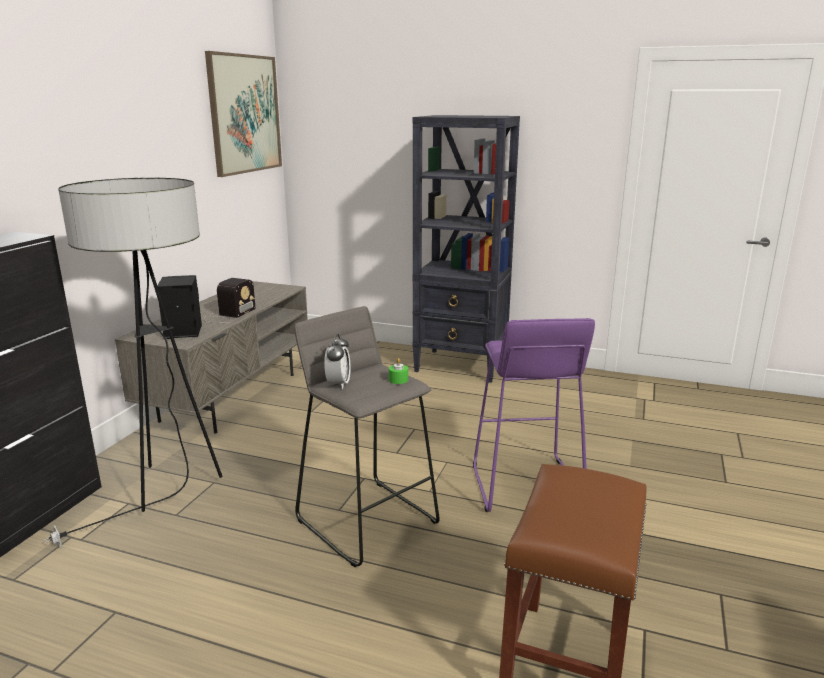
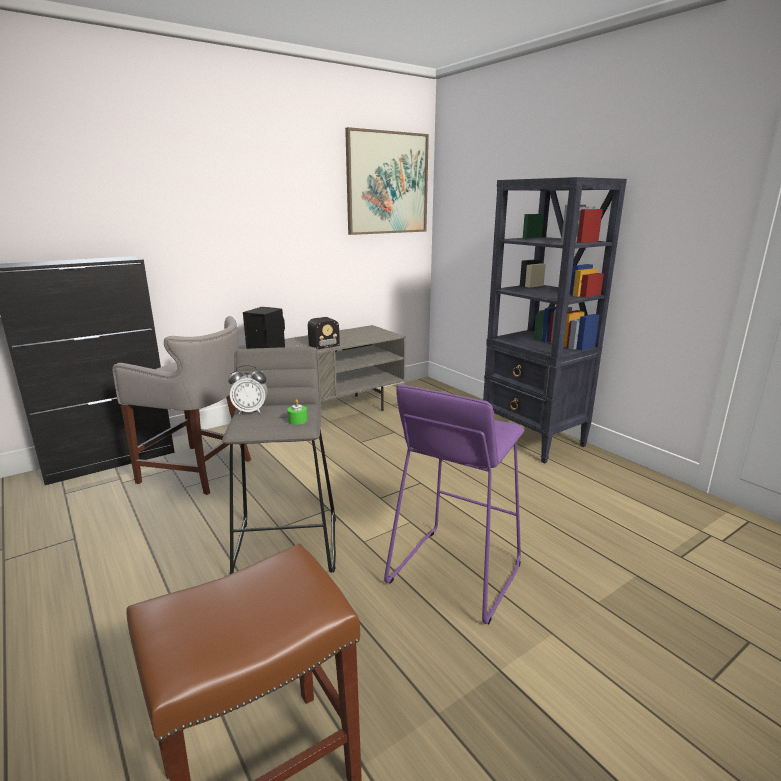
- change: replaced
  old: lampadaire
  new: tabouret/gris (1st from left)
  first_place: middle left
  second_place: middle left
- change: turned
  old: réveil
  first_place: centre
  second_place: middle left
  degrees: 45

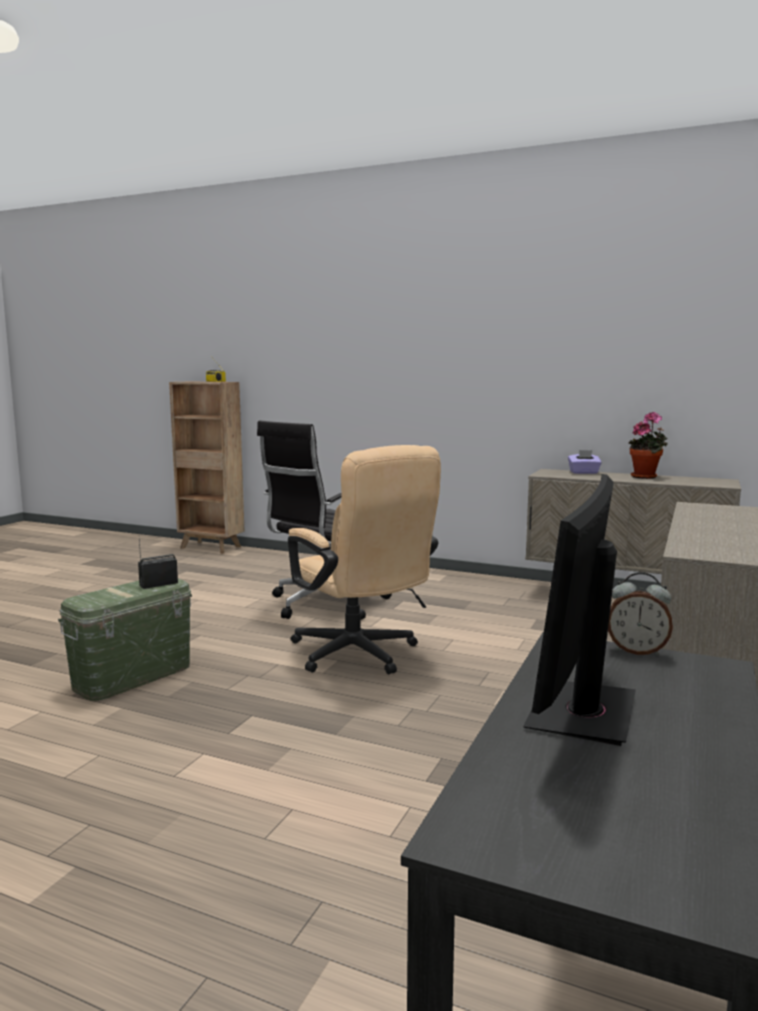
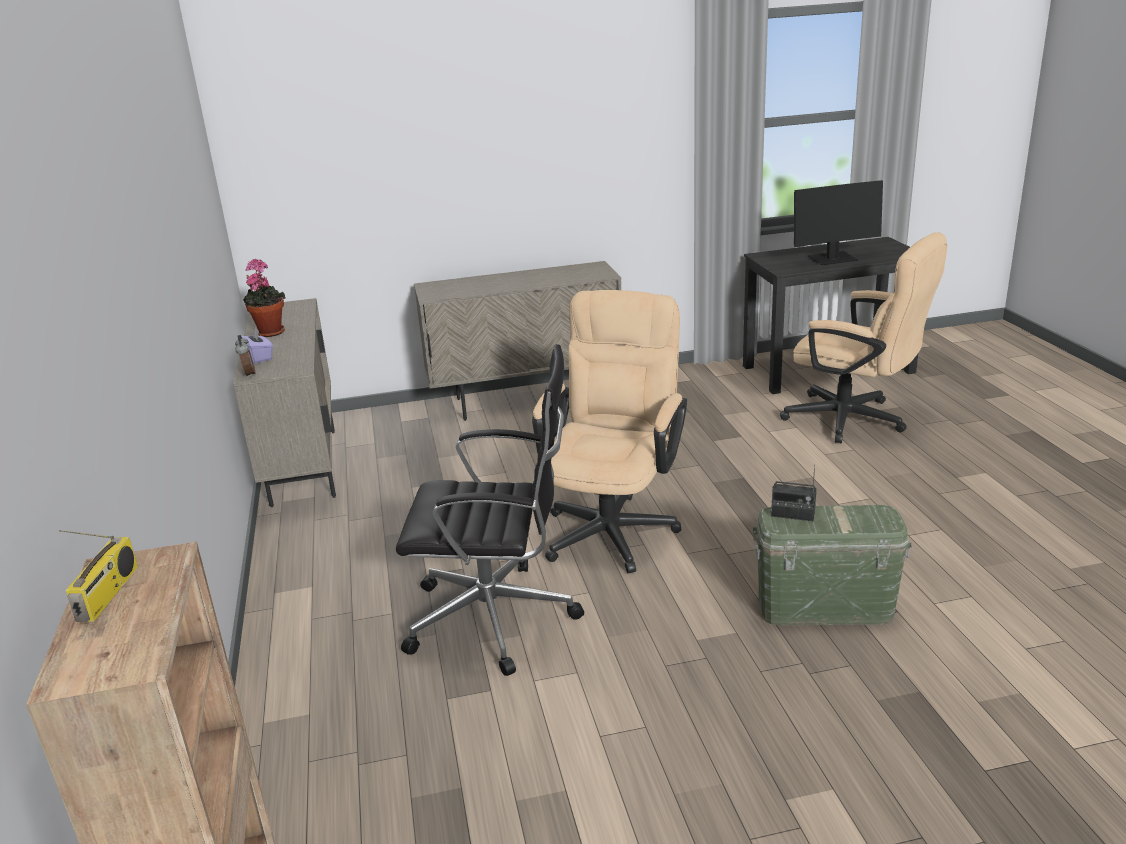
- change: moved
  old: réveil
  first_place: middle right
  second_place: middle left
- change: added
  new: chaise de bureau/beige (2nd from left)
  second_place: middle right

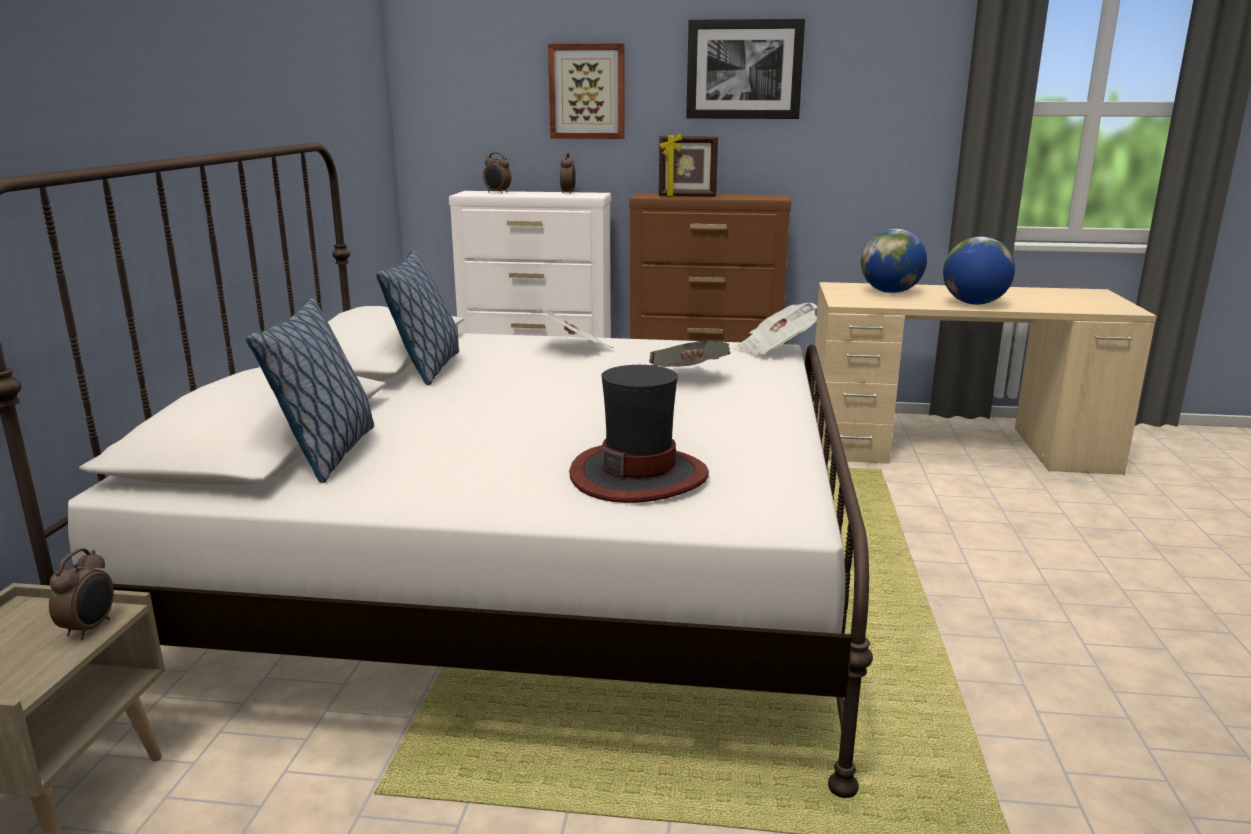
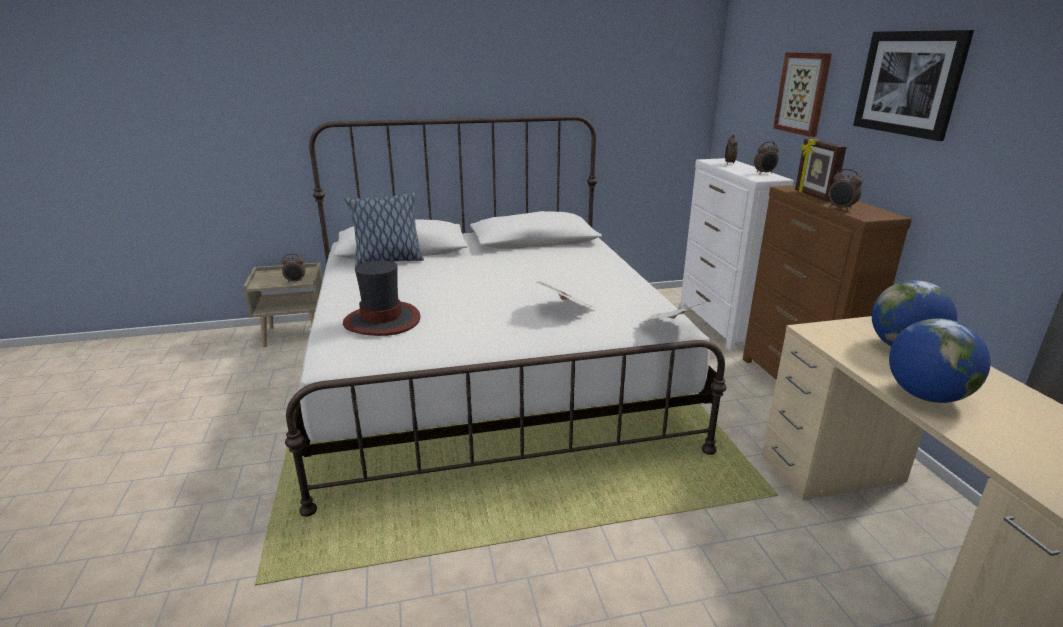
- change: added
  new: réveil (4th from left)
  second_place: top right
- change: removed
  old: coussin (2nd from left)
  first_place: centre
- change: removed
  old: journal (1st from left)
  first_place: centre

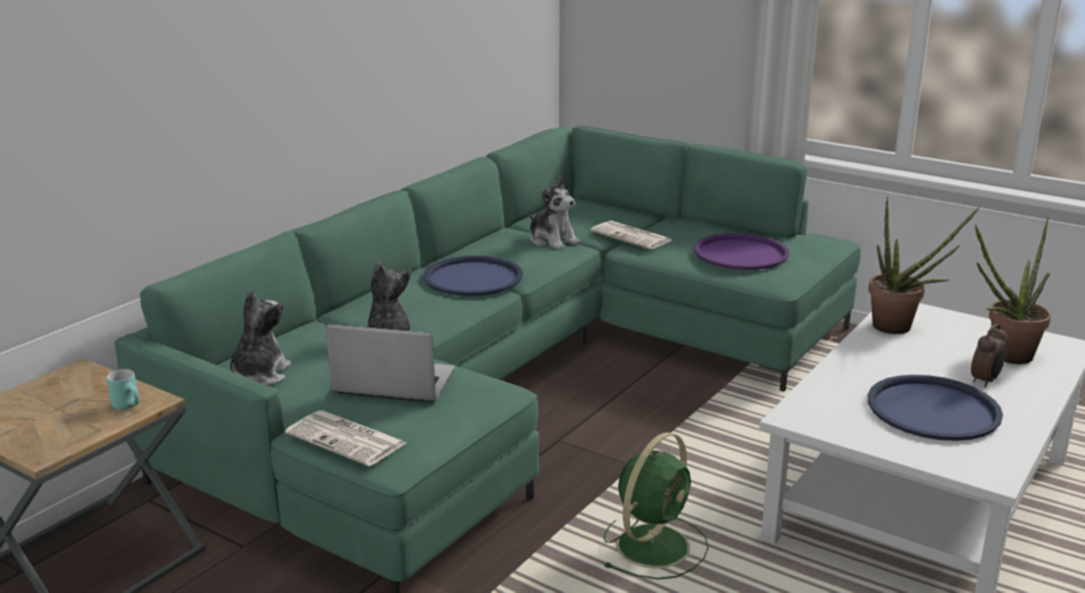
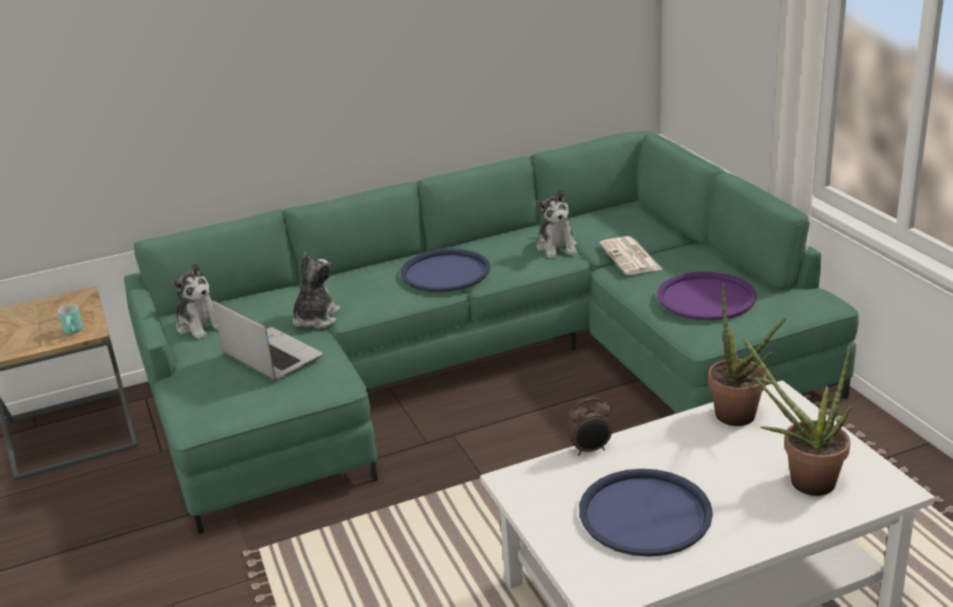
- change: turned
  old: peluche (1st from left)
  first_place: middle left
  second_place: middle left
  degrees: 90
- change: moved
  old: réveil
  first_place: middle right
  second_place: bottom centre
- change: removed
  old: journal (1st from left)
  first_place: bottom left
- change: removed
  old: ventilateur/vert
  first_place: bottom centre

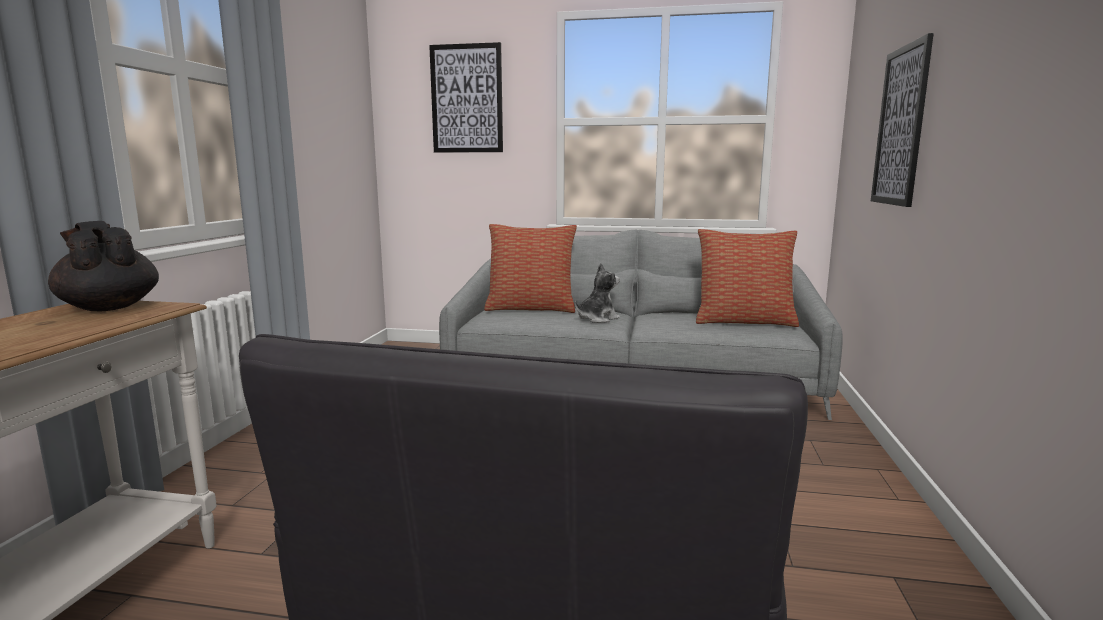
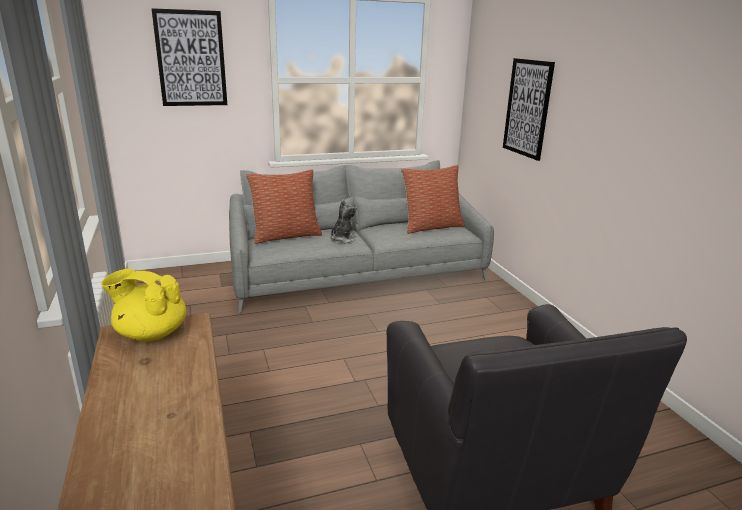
- change: recoloured
  old: théière/noir
  new: théière/jaune
  first_place: middle left
  second_place: middle left

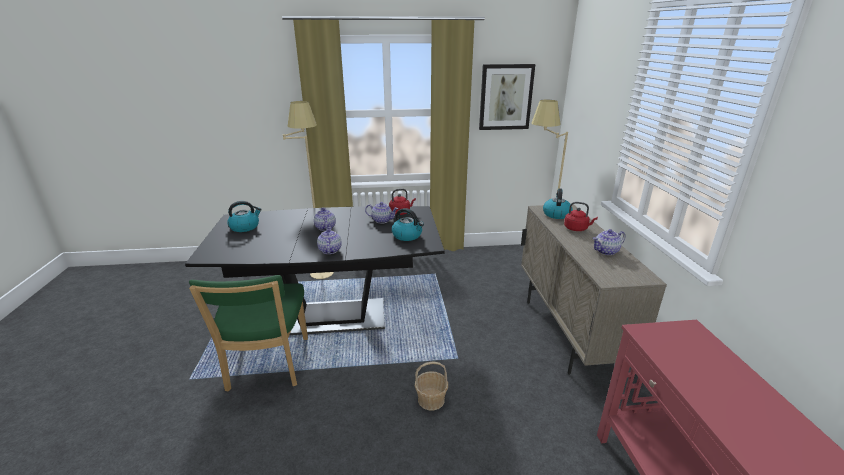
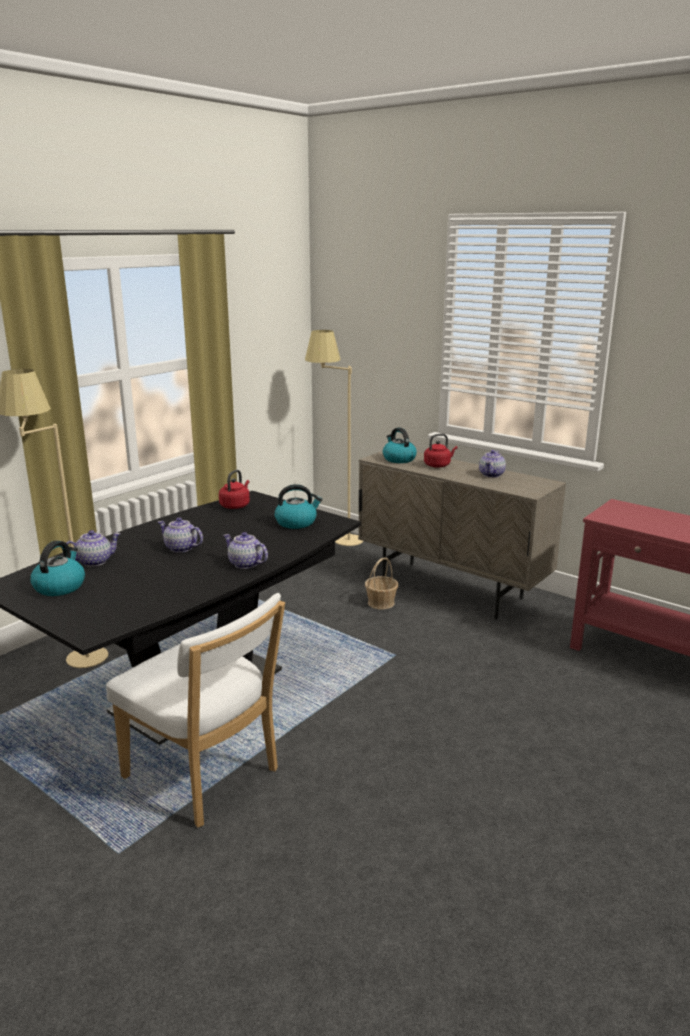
- change: moved
  old: théière (3rd from left in the first image)
  new: théière (1st from left)
  first_place: centre
  second_place: middle left
- change: recoloured
  old: chaise/vert
  new: chaise/blanc
  first_place: bottom left
  second_place: bottom left
- change: moved
  old: panier
  first_place: bottom centre
  second_place: centre
- change: removed
  old: tableau
  first_place: top centre

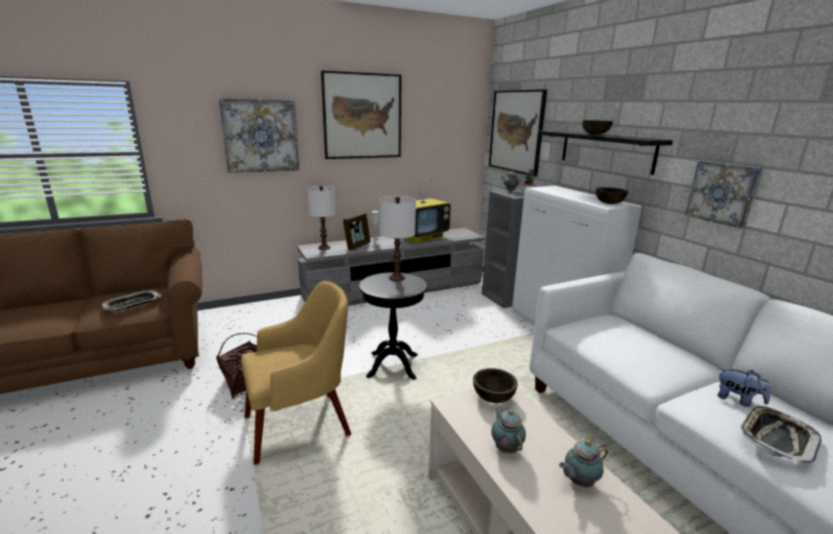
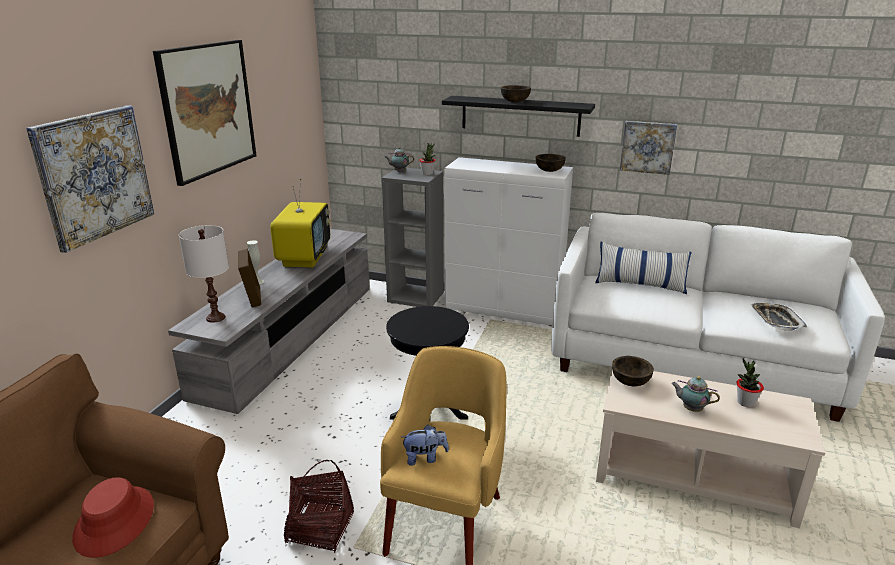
- change: replaced
  old: plateau (1st from left)
  new: chapeau/rouge
  first_place: middle left
  second_place: bottom left
- change: moved
  old: peluche
  first_place: bottom right
  second_place: bottom centre
- change: added
  new: coussin
  second_place: middle right
- change: replaced
  old: théière (3rd from left)
  new: plante en pot (2nd from left)
  first_place: bottom right
  second_place: bottom right
- change: removed
  old: lampe de table/blanc (2nd from left)
  first_place: centre
- change: removed
  old: tableau (3rd from left)
  first_place: top centre

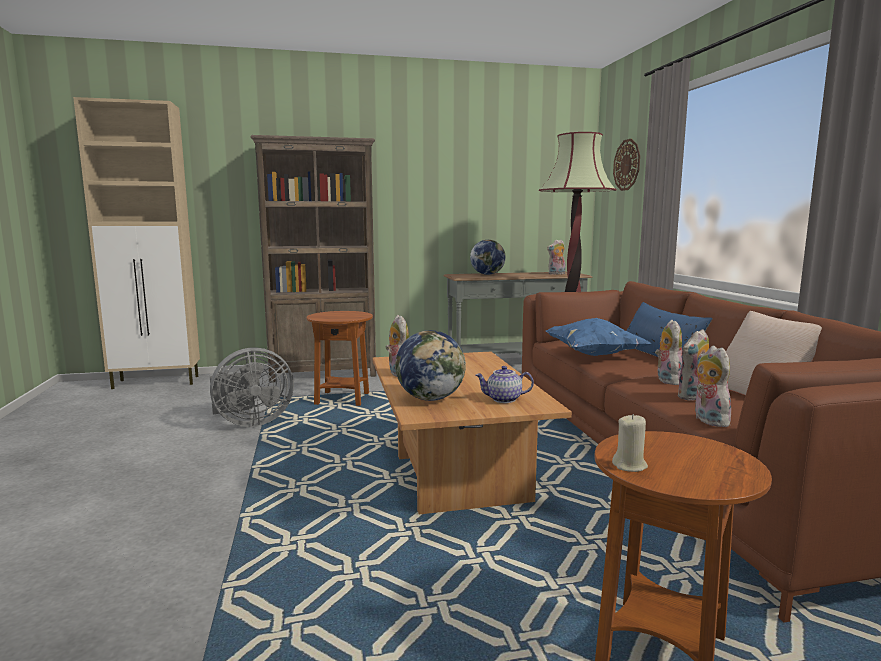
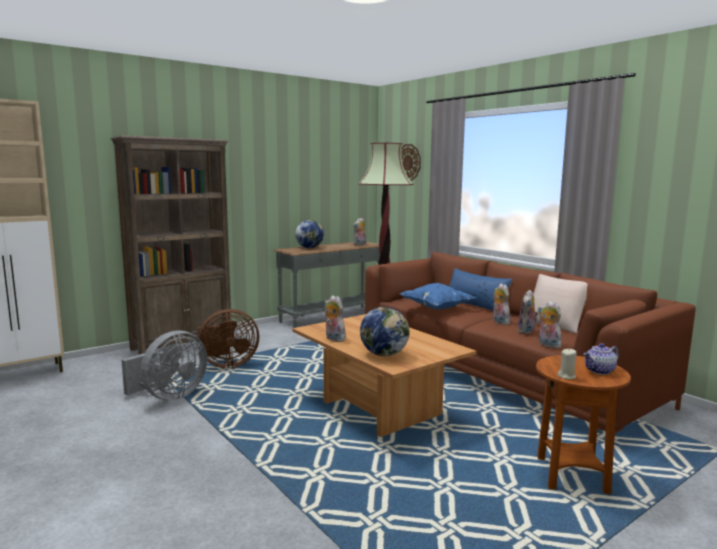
- change: replaced
  old: table d'appoint/marron (1st from left)
  new: ventilateur/marron
  first_place: centre
  second_place: middle left
- change: moved
  old: théière
  first_place: centre
  second_place: middle right

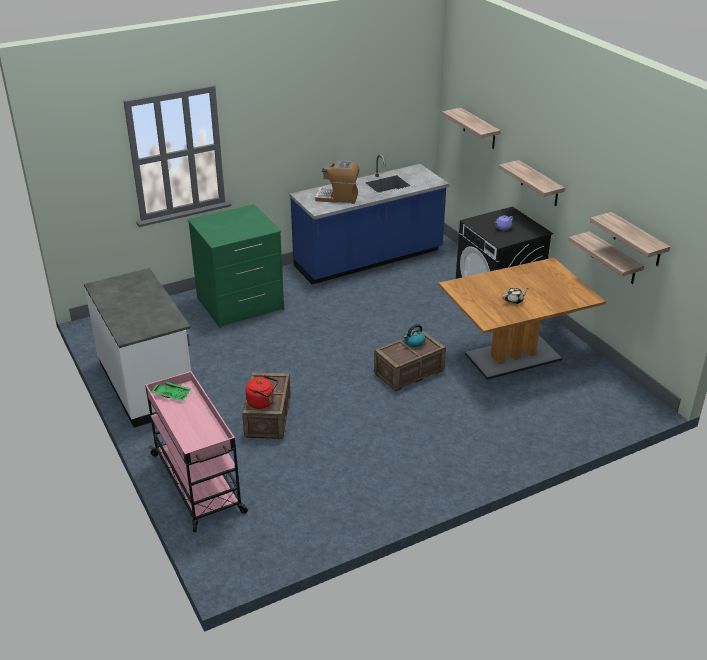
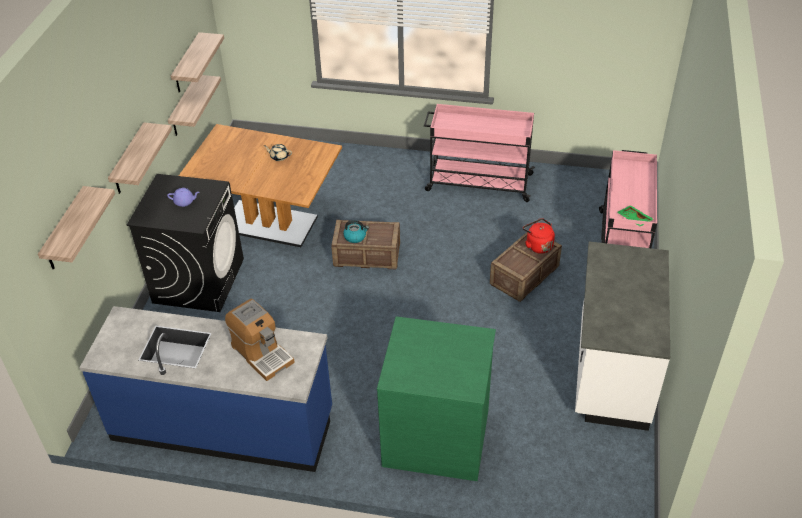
- change: added
  new: chariot/rose (1st from left)
  second_place: top centre

